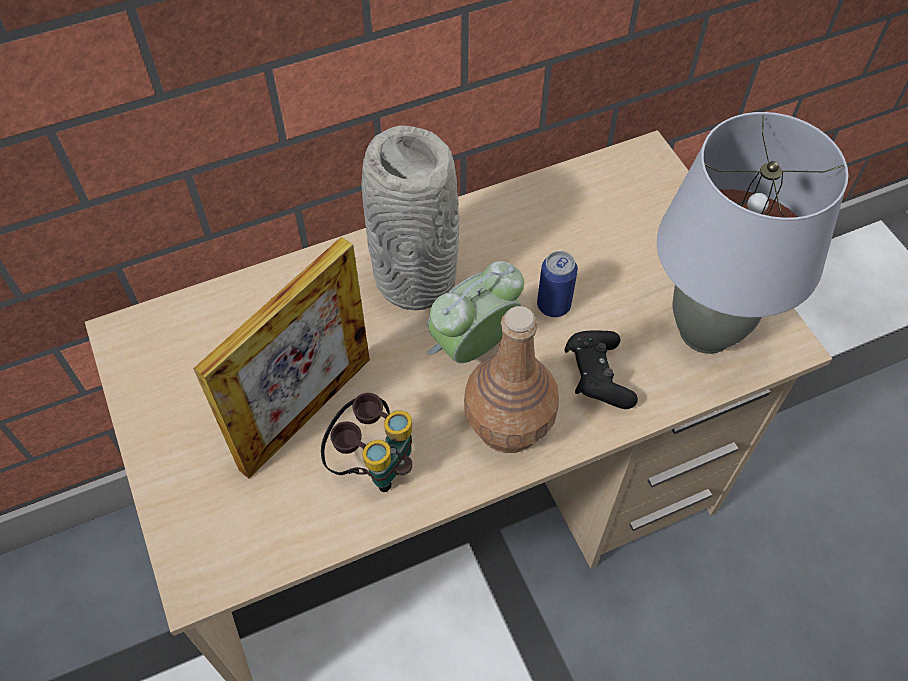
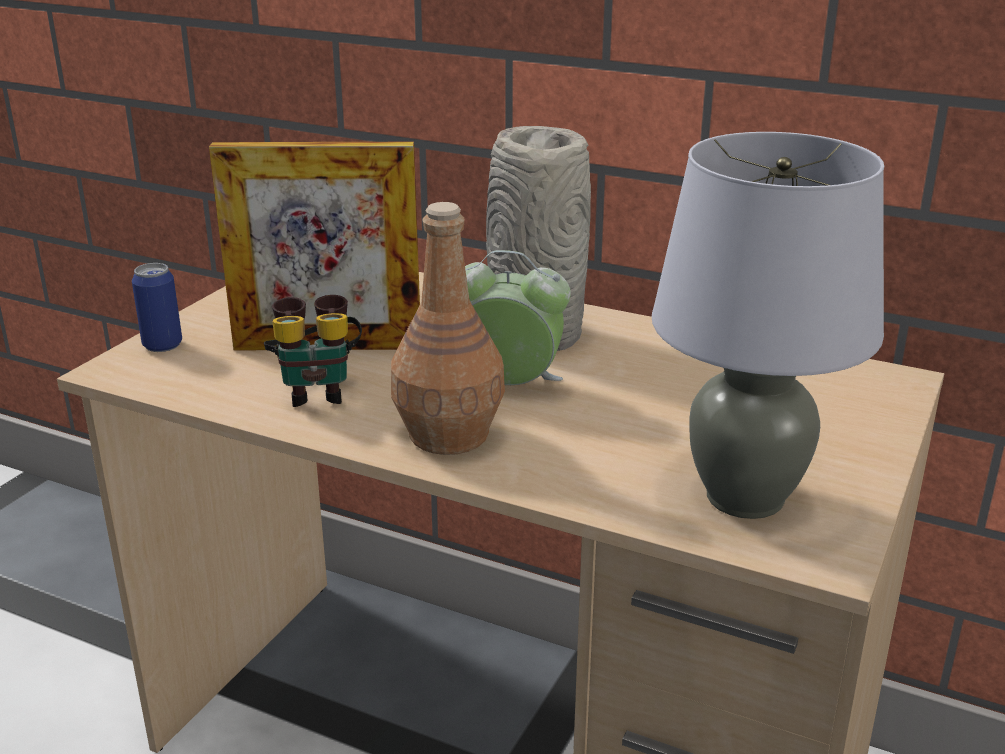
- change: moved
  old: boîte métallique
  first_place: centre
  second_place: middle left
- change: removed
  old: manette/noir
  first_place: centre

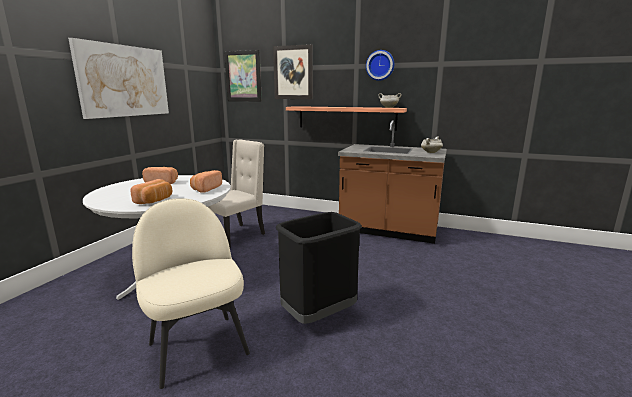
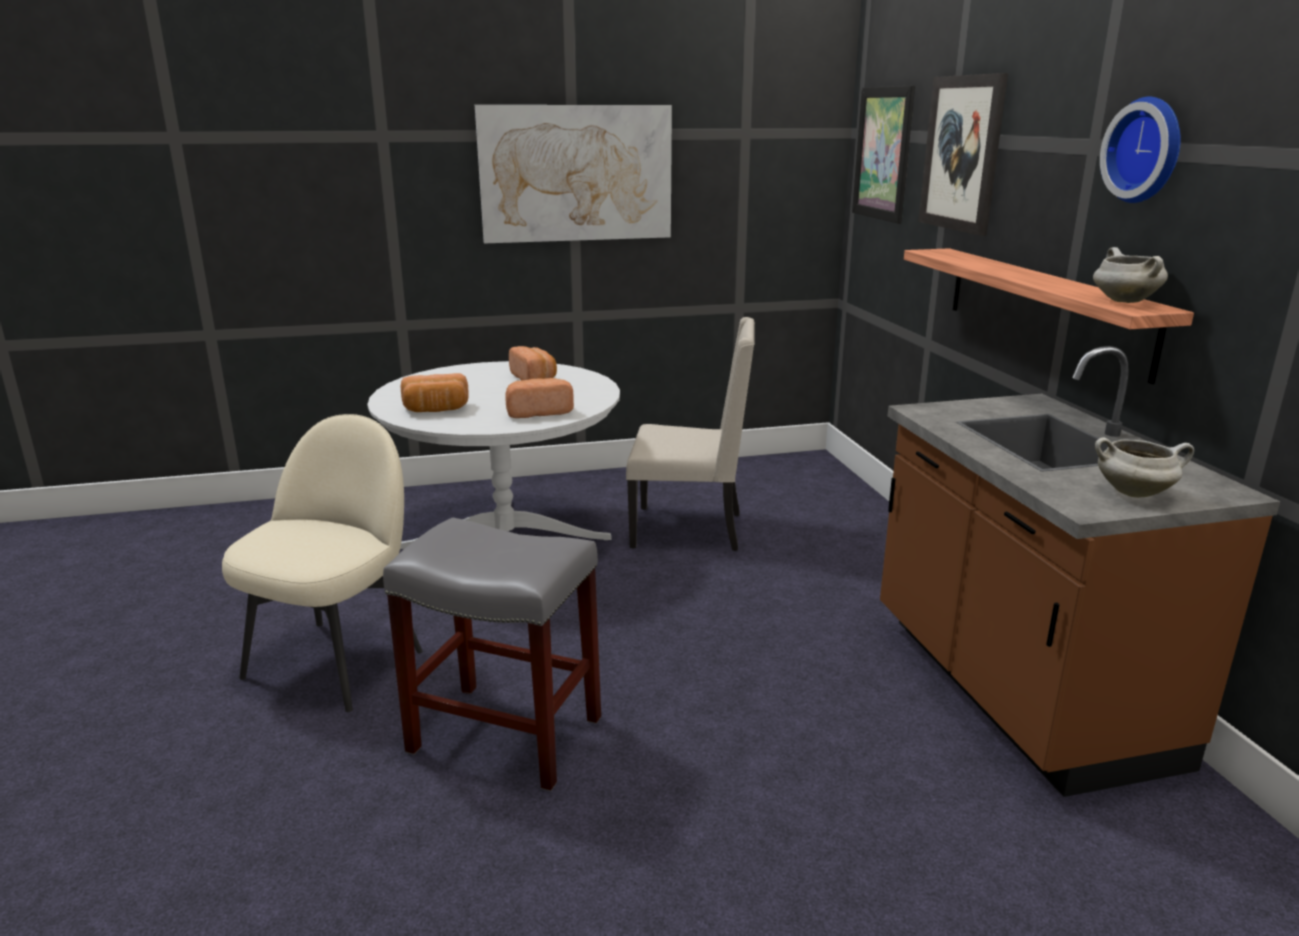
- change: replaced
  old: poubelle/noir
  new: tabouret/gris
  first_place: bottom centre
  second_place: bottom centre

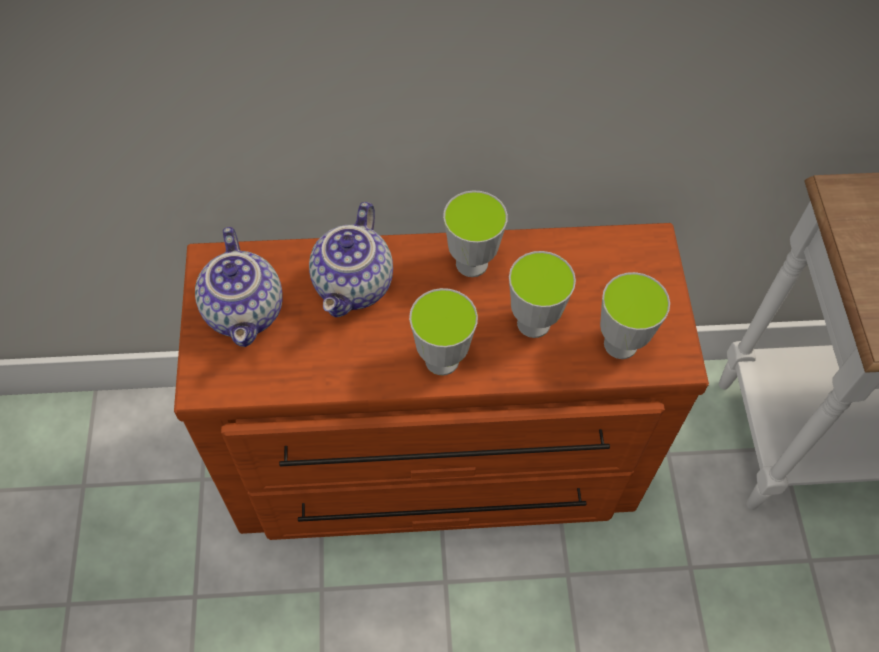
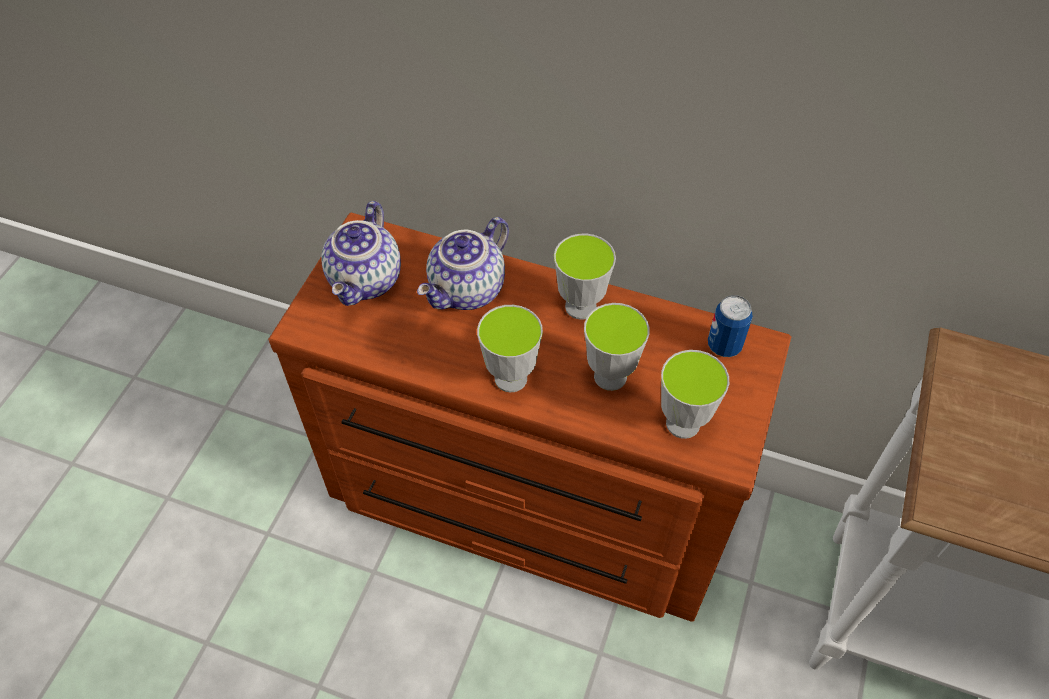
- change: added
  new: boîte métallique
  second_place: middle right

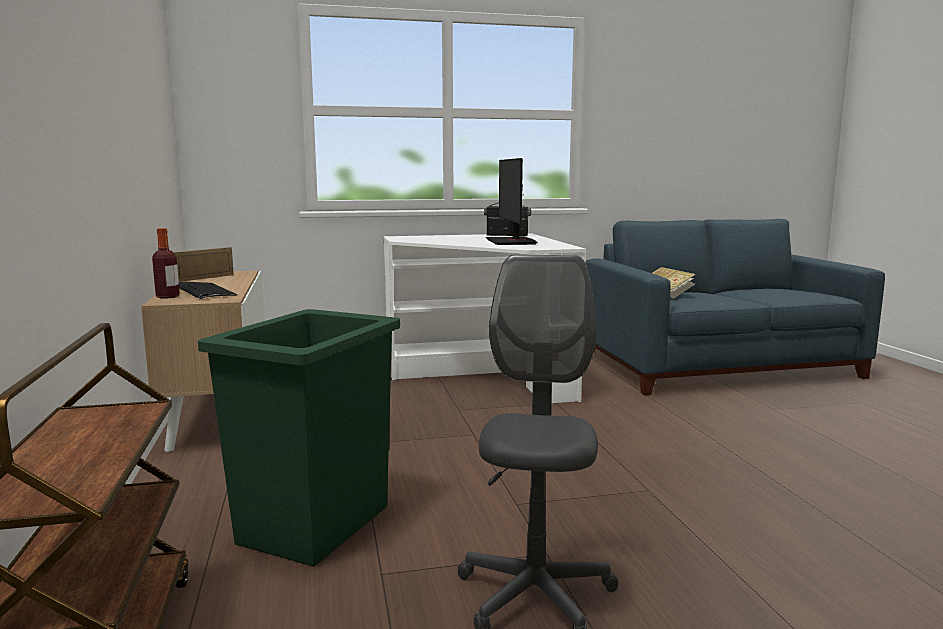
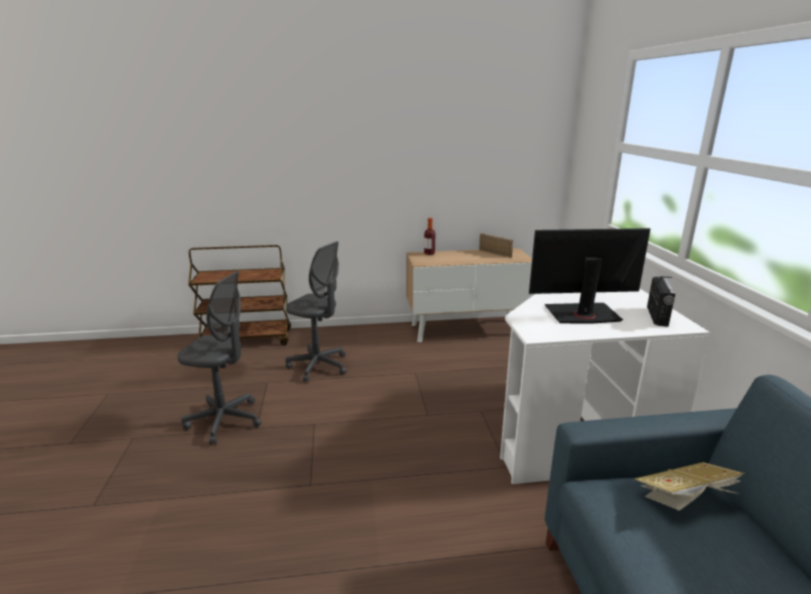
- change: replaced
  old: poubelle/vert
  new: chaise de bureau/gris (2nd from left)
  first_place: bottom left
  second_place: centre
- change: removed
  old: clavier
  first_place: middle left

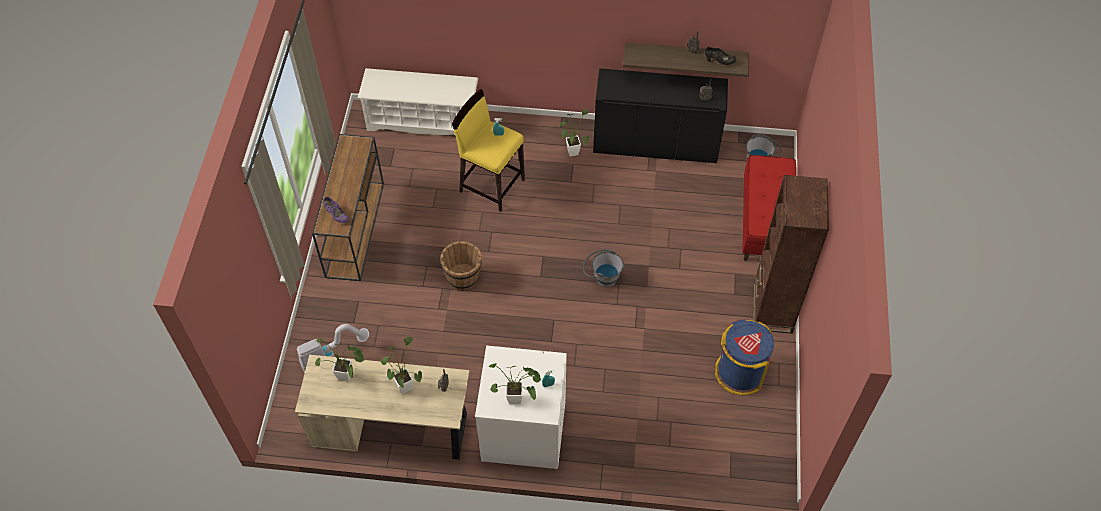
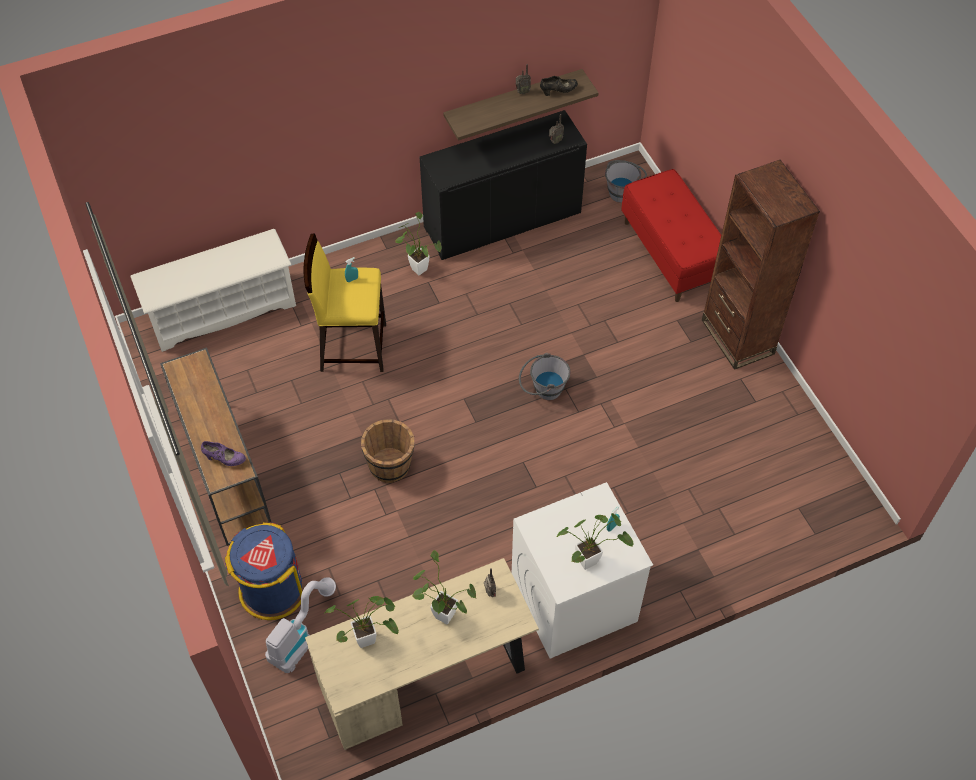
- change: moved
  old: poubelle/bleu
  first_place: bottom right
  second_place: bottom left

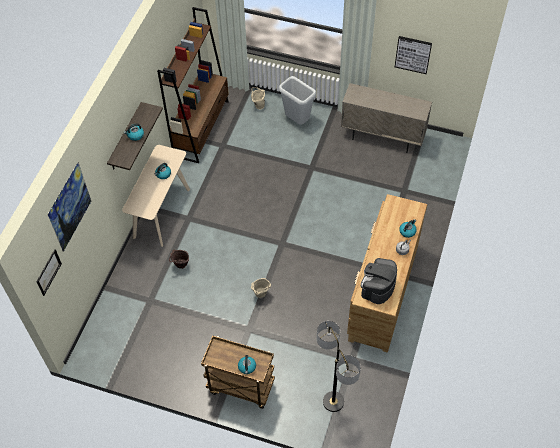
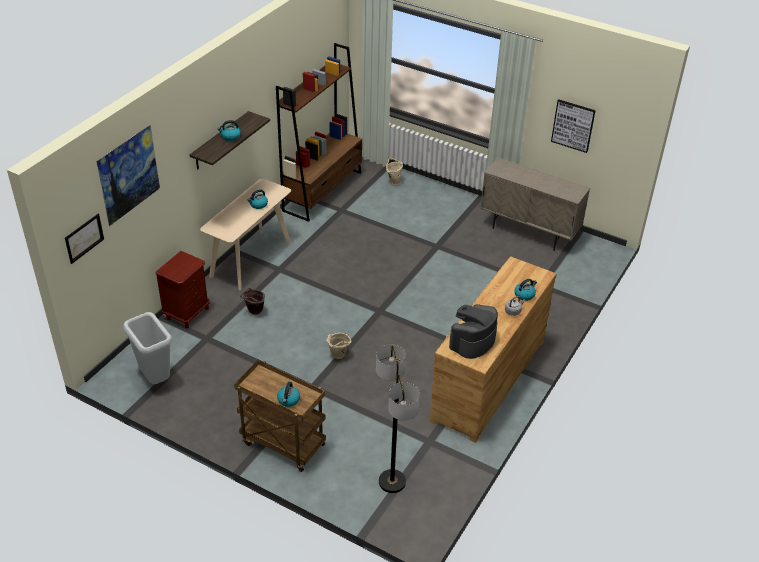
- change: moved
  old: poubelle/gris
  first_place: top centre
  second_place: middle left
- change: added
  new: table de chevet/marron
  second_place: middle left

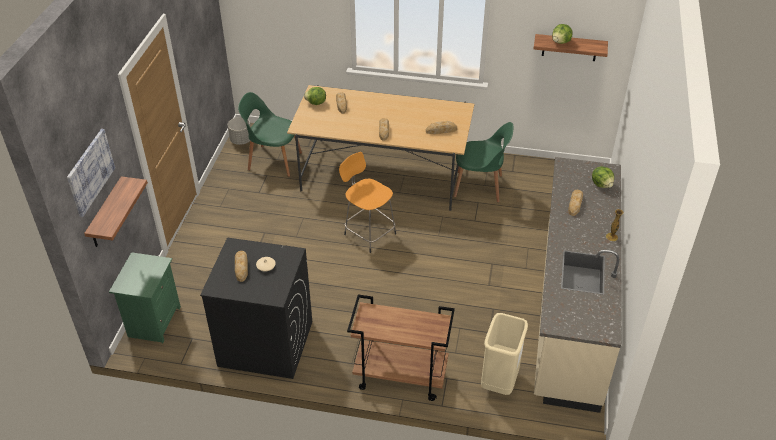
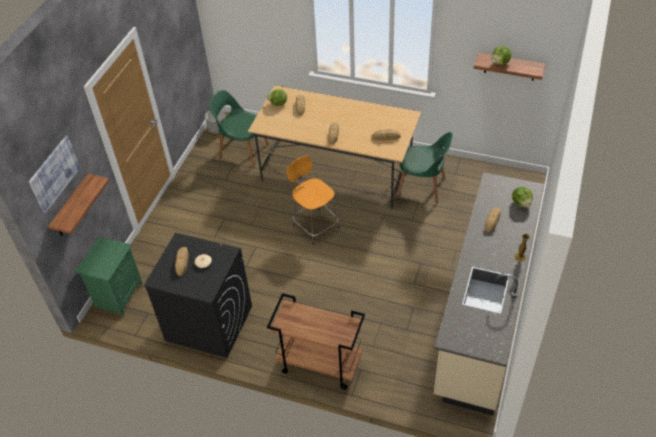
- change: removed
  old: poubelle/beige
  first_place: bottom centre

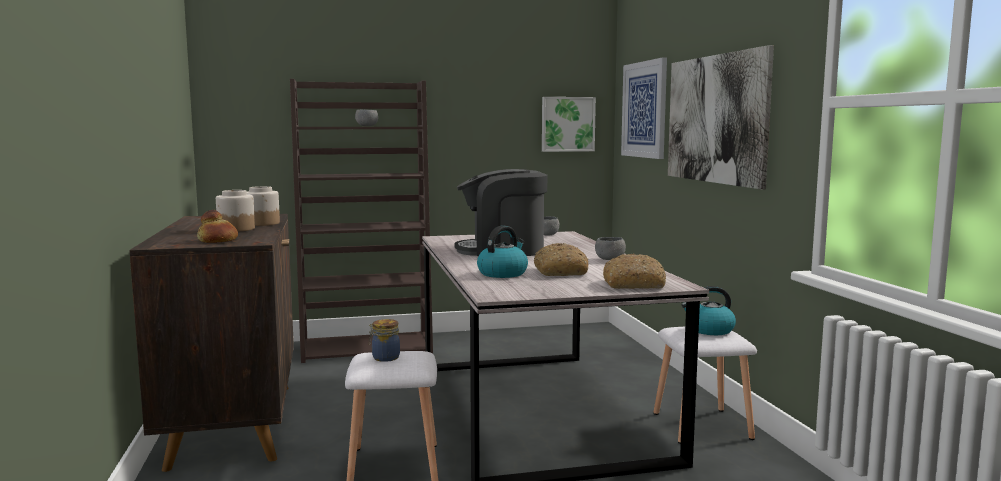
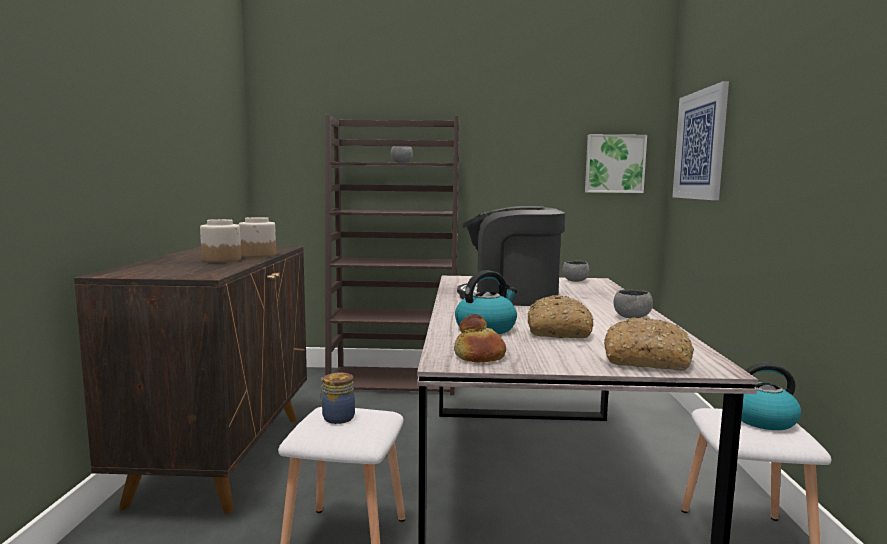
- change: moved
  old: pain (1st from left)
  first_place: middle left
  second_place: centre
- change: removed
  old: tableau (3rd from left)
  first_place: top right

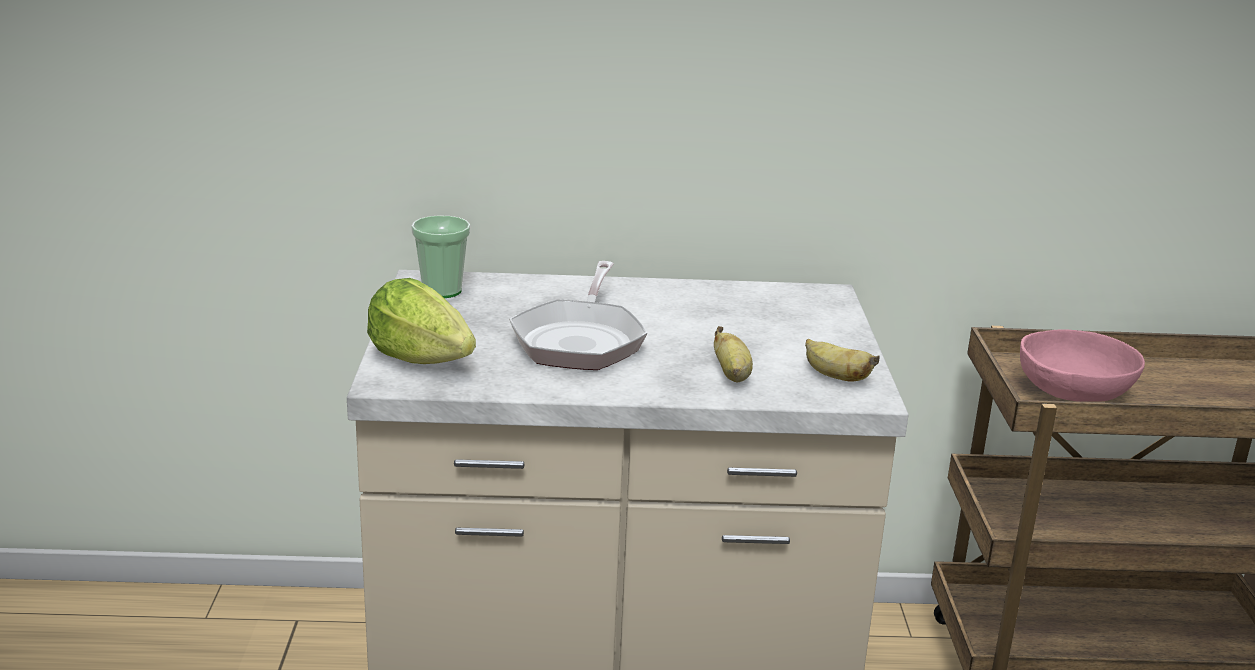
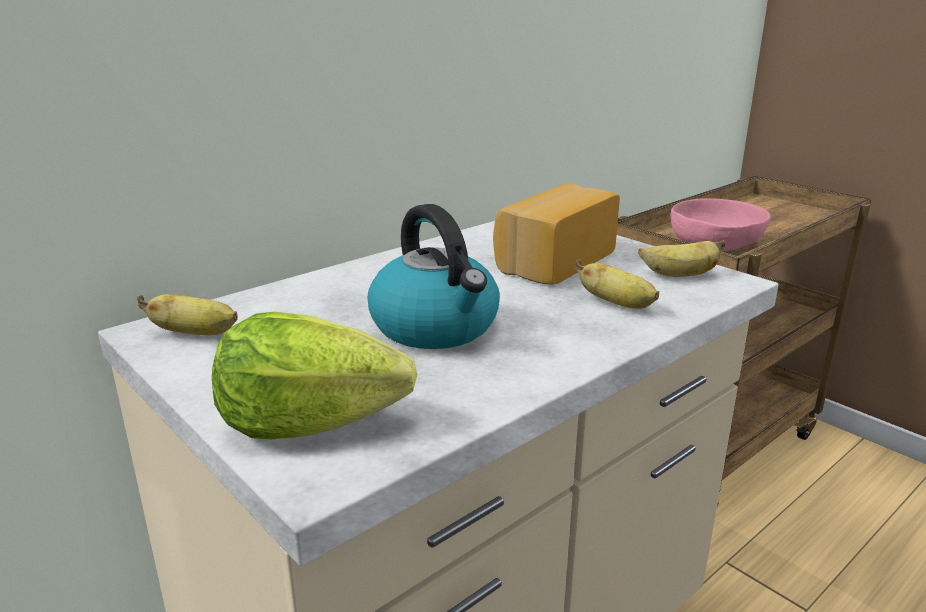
- change: replaced
  old: tasse
  new: banane (1st from left)
  first_place: centre
  second_place: middle left
- change: replaced
  old: poêle
  new: bouilloire
  first_place: centre
  second_place: centre
- change: added
  new: pain
  second_place: centre

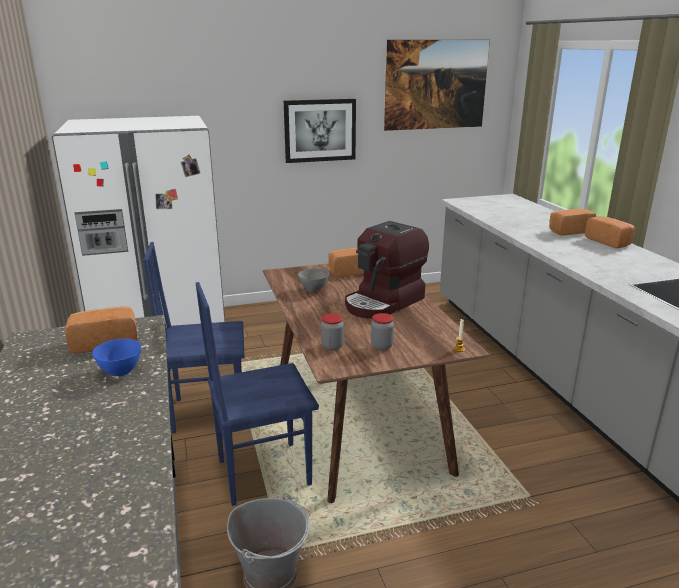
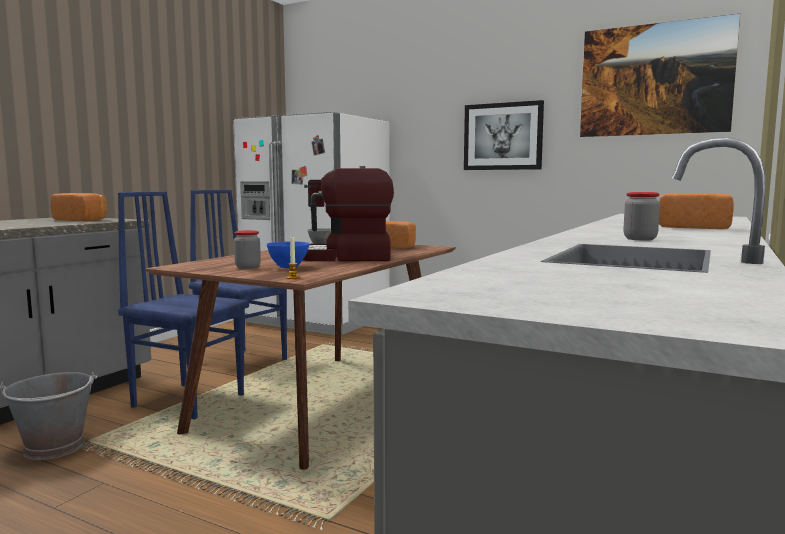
- change: moved
  old: bol/bleu
  first_place: middle left
  second_place: centre
- change: moved
  old: bocal (1st from left in the first image)
  new: bocal (2nd from left)
  first_place: centre
  second_place: middle right
- change: removed
  old: pain (4th from left)
  first_place: middle right

